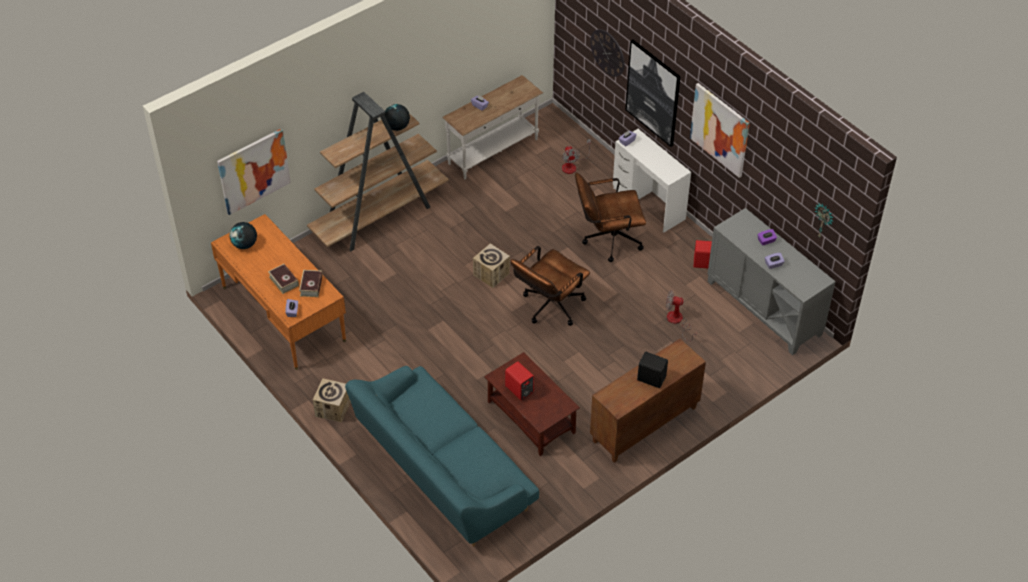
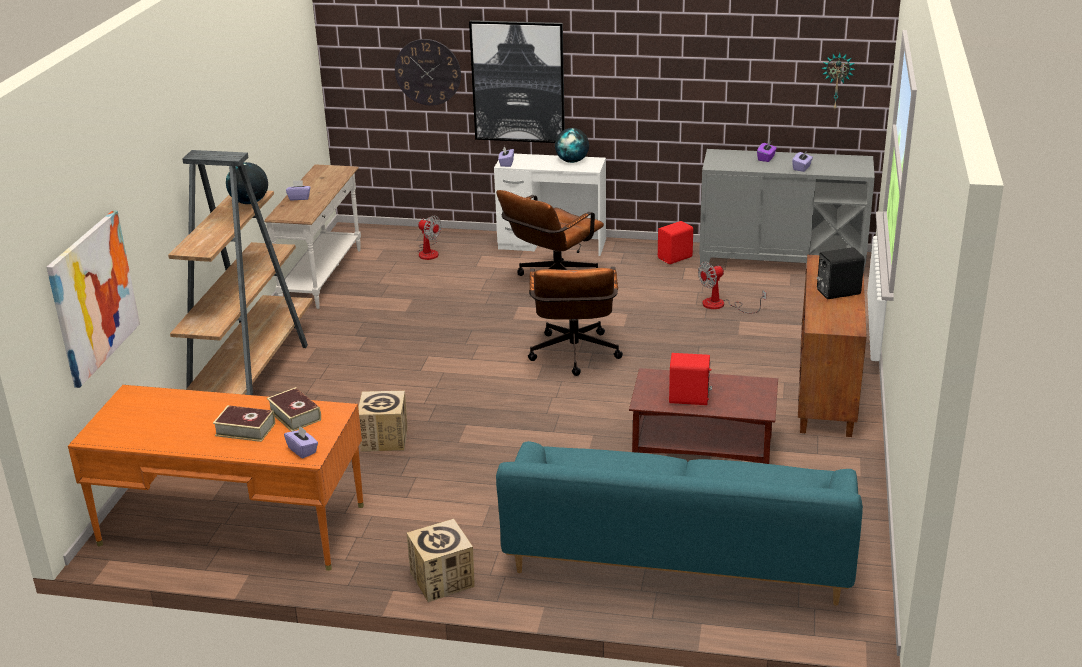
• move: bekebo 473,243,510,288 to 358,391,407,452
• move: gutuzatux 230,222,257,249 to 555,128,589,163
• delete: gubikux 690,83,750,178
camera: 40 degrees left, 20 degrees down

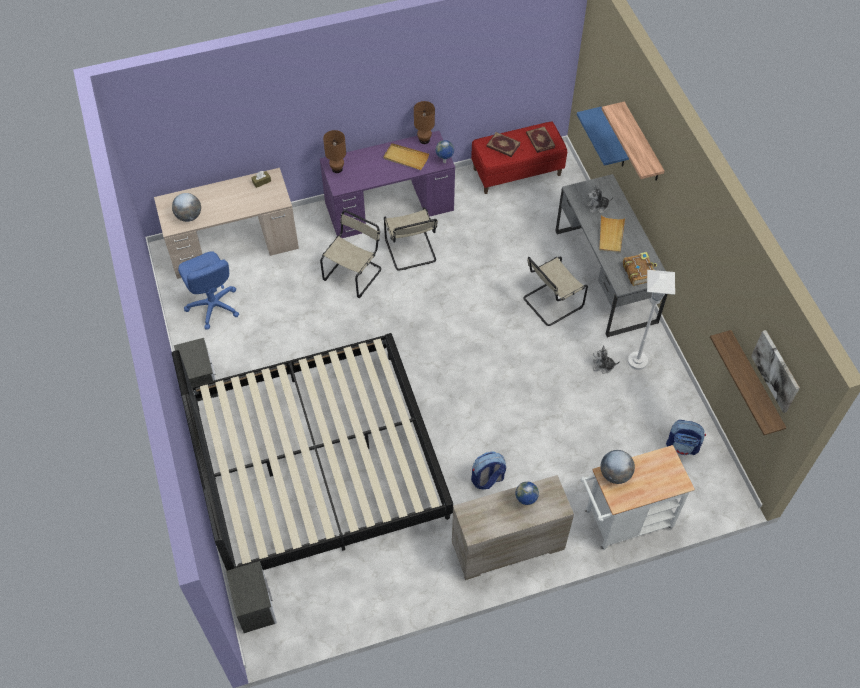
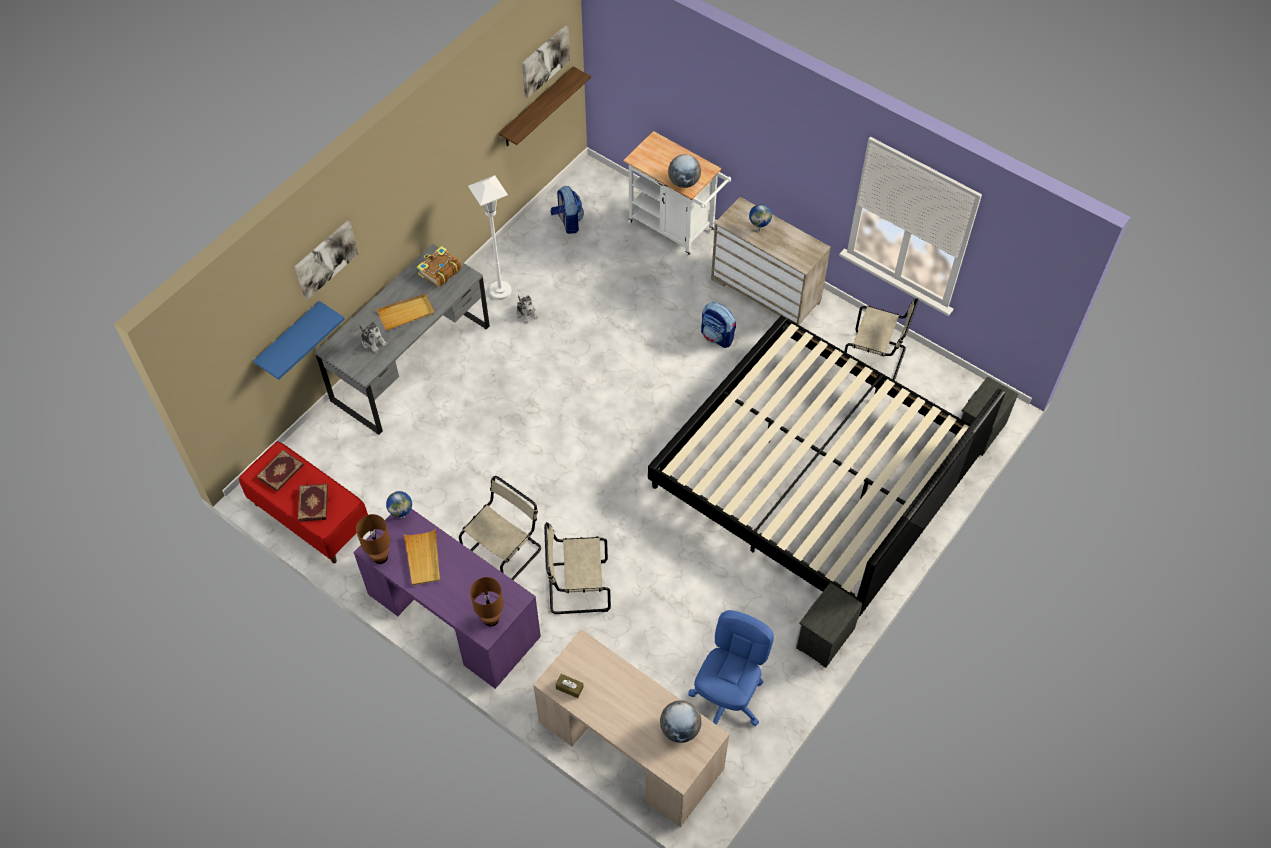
• replace: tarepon 602,102,665,181 to gubikux 294,220,358,300
• move: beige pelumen 523,257,588,326 to 844,298,918,381
camera: 125 degrees left, 0 degrees up

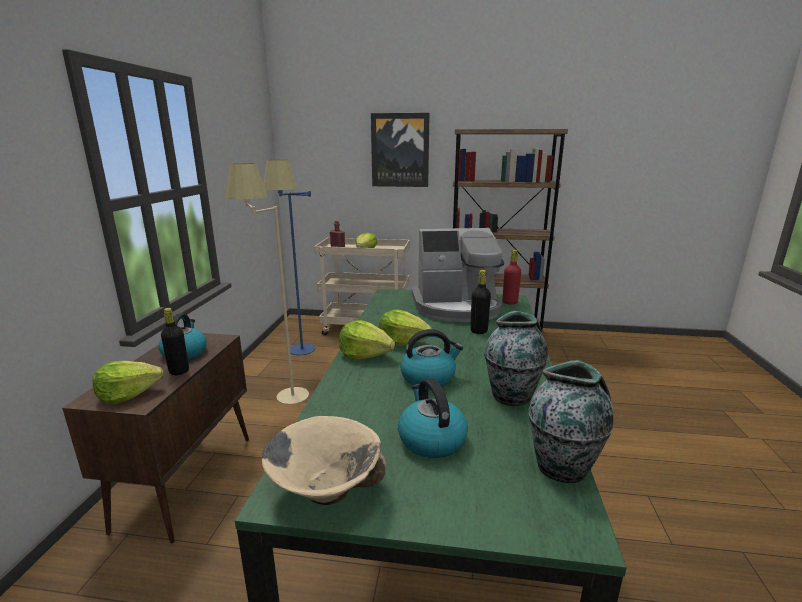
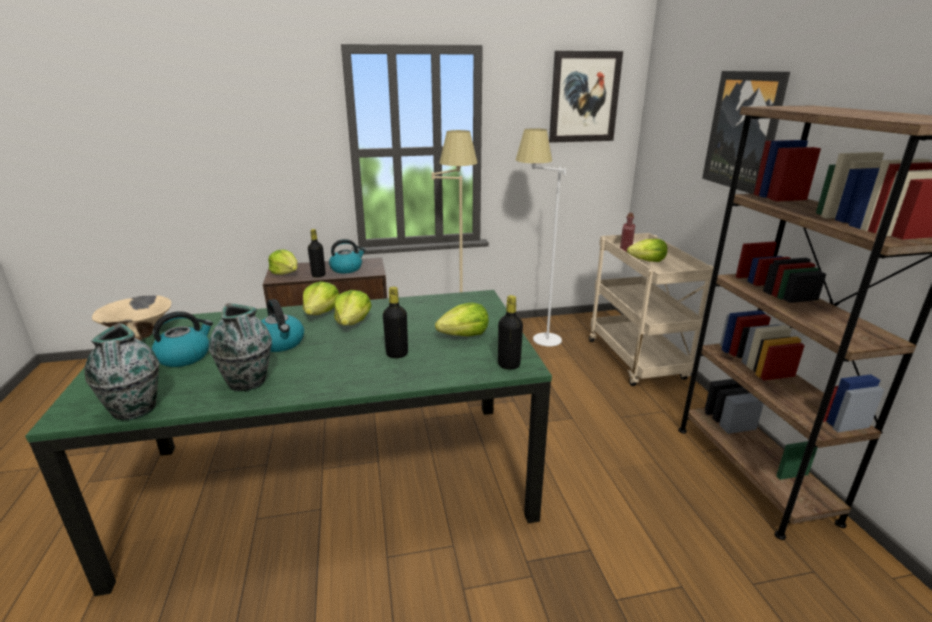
• replace: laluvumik 412,228,504,322 to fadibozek 435,302,489,336
• recolor: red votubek 503,250,521,305 to black votubek 498,295,523,370
• recolor: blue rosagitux 263,160,315,355 to white rosagitux 515,128,566,346
• insert: gubikux 549,51,623,143
camera: 70 degrees right, 5 degrees up

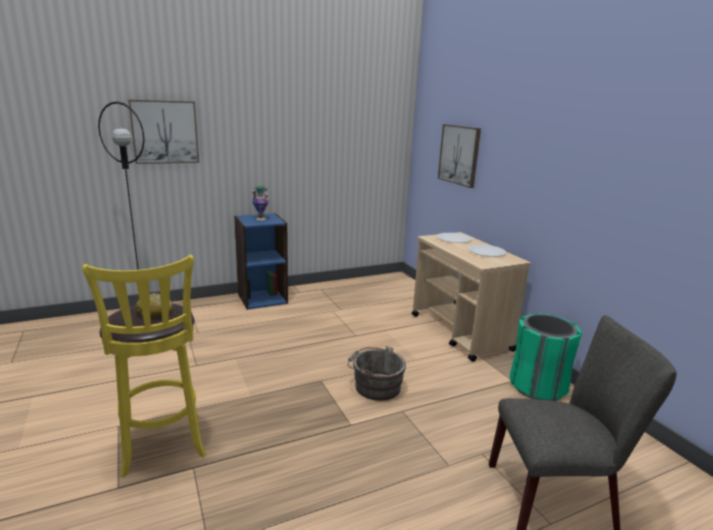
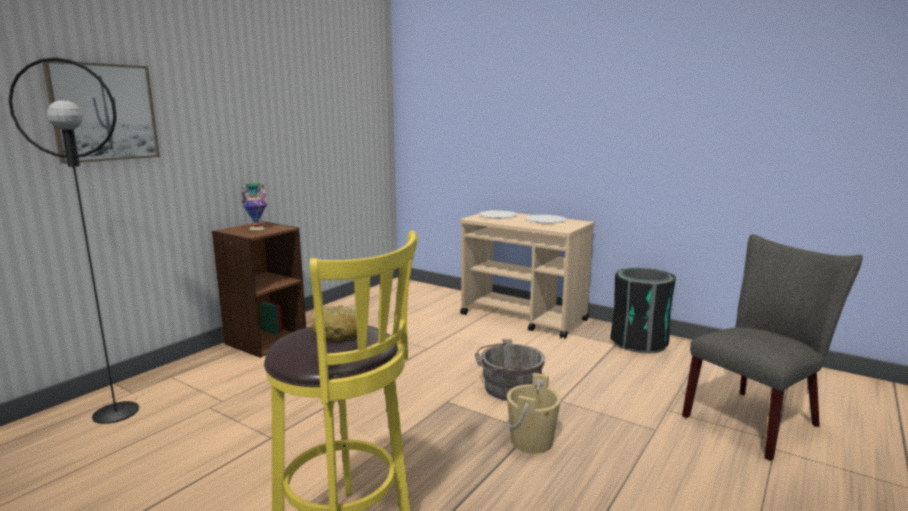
• recolor: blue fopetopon 234,213,288,310 to brown fopetopon 212,221,306,358
• insert: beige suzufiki 507,373,561,454
• recolor: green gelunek 510,314,582,401 to black gelunek 610,268,676,353
• delete: gubikux 438,124,481,188
camera: 30 degrees left, 5 degrees down

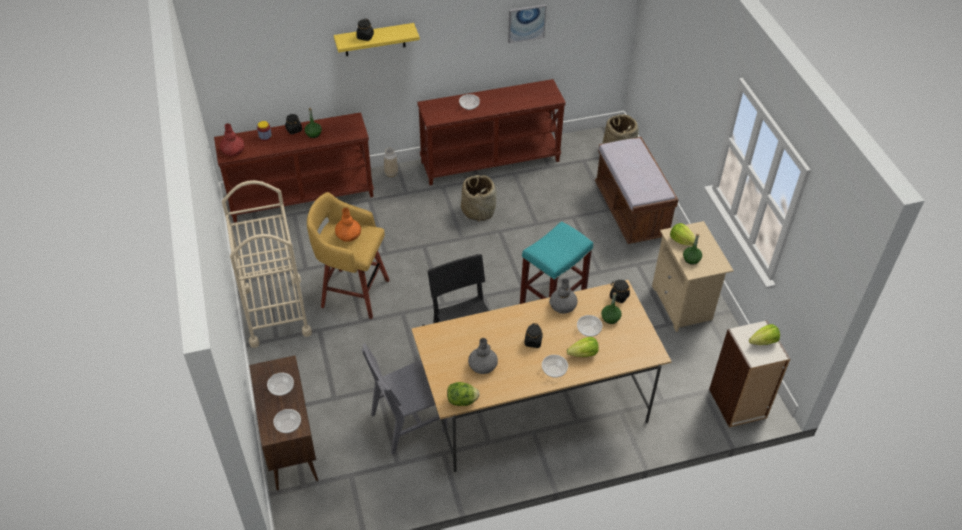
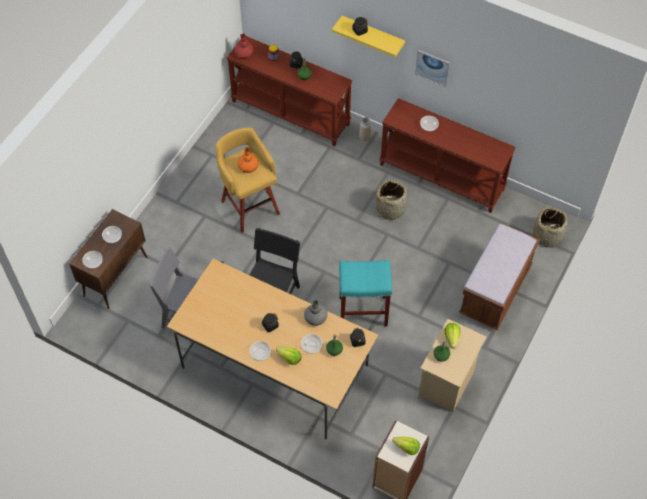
• move: gubikux 508,4,546,43 to 415,50,450,87
• delete: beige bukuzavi 222,180,312,348
• delete: fadibozek 447,382,480,406
• delete: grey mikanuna 468,338,498,374
camera: 45 degrees right, 10 degrees up

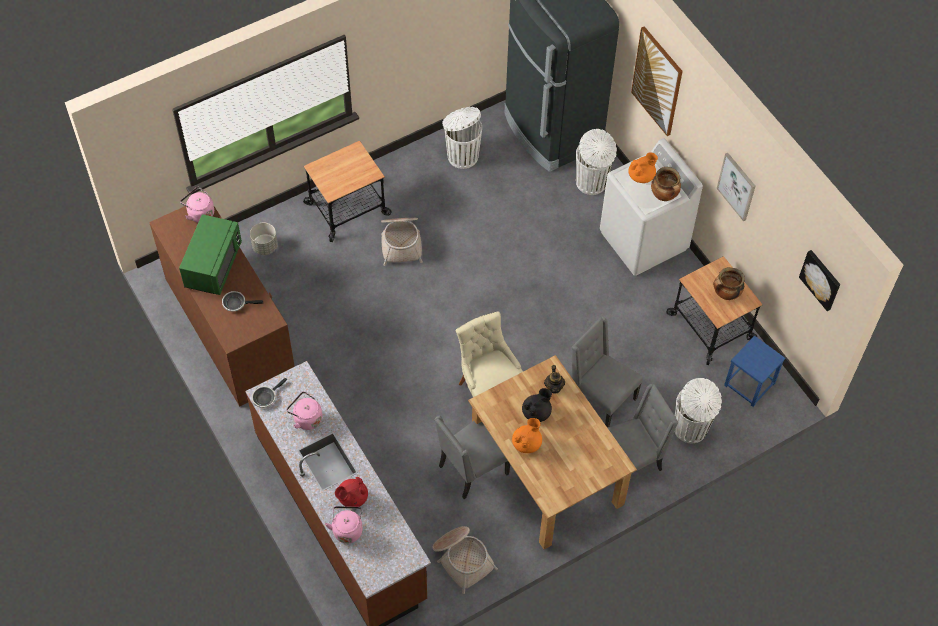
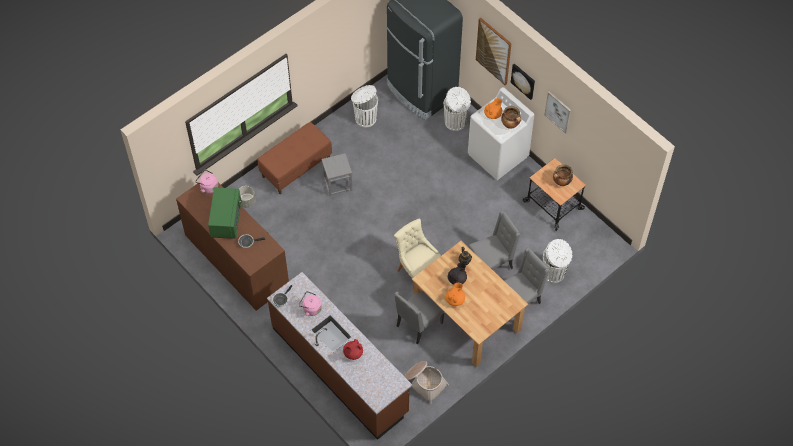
• replace: bukuzavi 303,141,392,242 to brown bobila 258,122,332,194
• replace: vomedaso 381,218,423,266 to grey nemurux 322,153,353,196
• rotate: grey pelumen 572,317,643,428 = 468,211,520,270 120 degrees clockwise
• move: gubikux 799,250,840,311 to 511,63,535,100
• delete: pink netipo 325,506,363,544
• delete: blue nemurux 724,336,785,407
camera: 10 degrees left, 0 degrees up

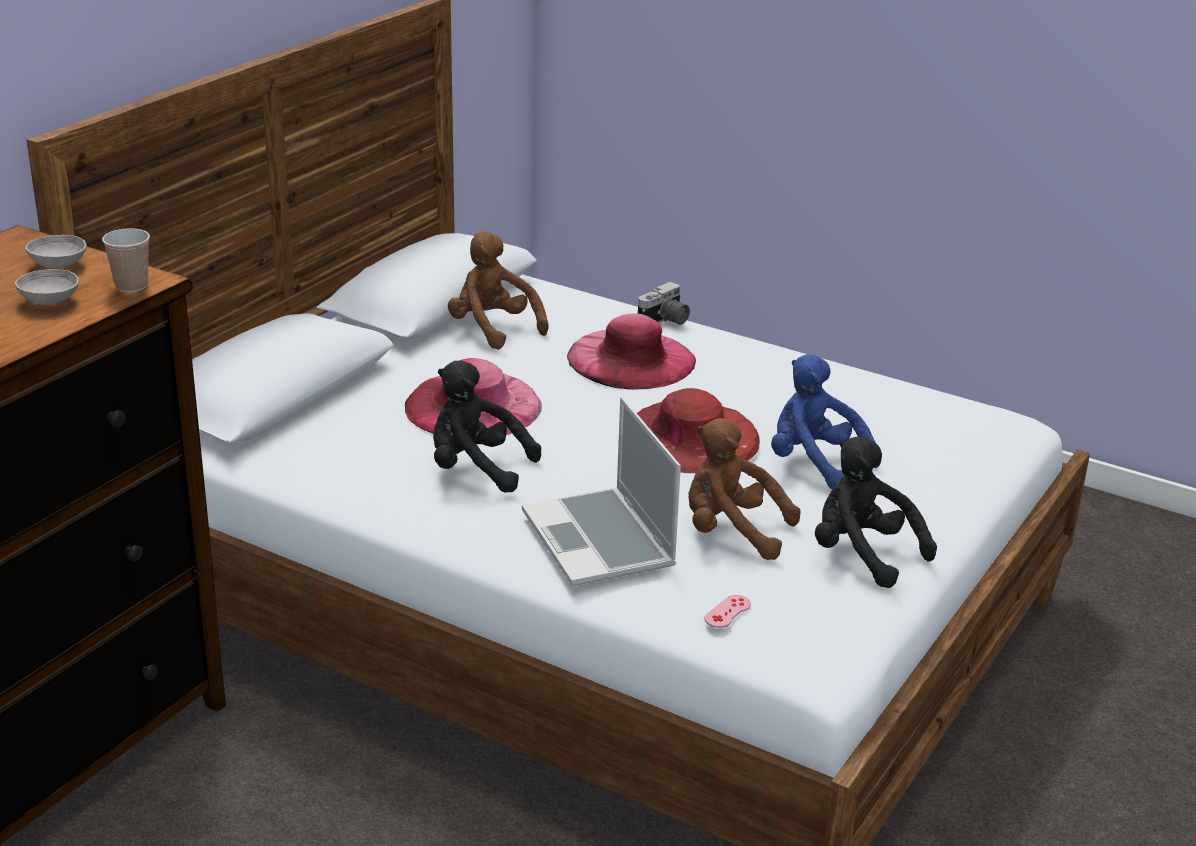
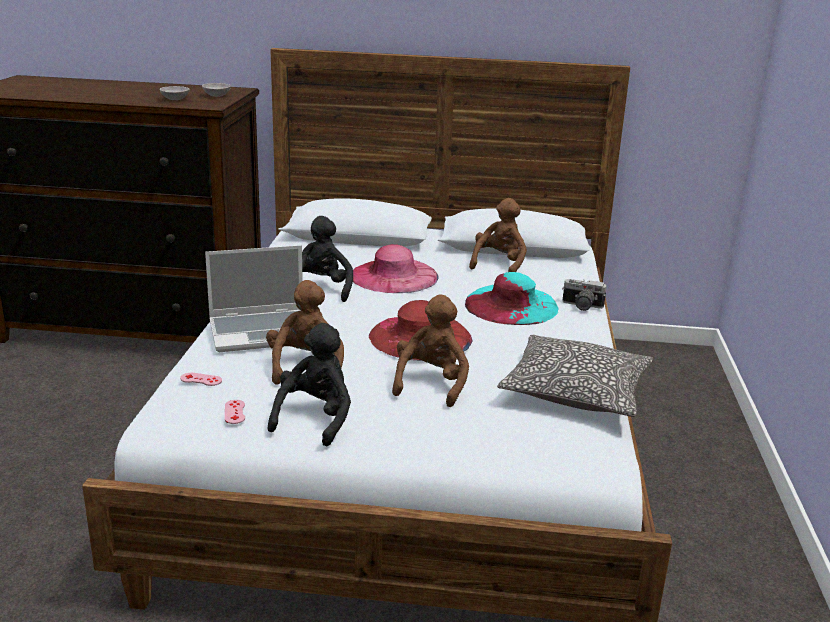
• rotate: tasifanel 522,397,681,586 = 205,245,303,352 150 degrees counterclockwise
• insert: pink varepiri 225,400,245,424
• recolor: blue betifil 771,354,881,489 to brown betifil 392,294,469,407
• recolor: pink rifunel 567,313,696,390 to turquoise rifunel 465,272,559,325
• insert: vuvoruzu 497,334,653,417
• delete: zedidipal 102,228,150,292
camera: 65 degrees right, 5 degrees down

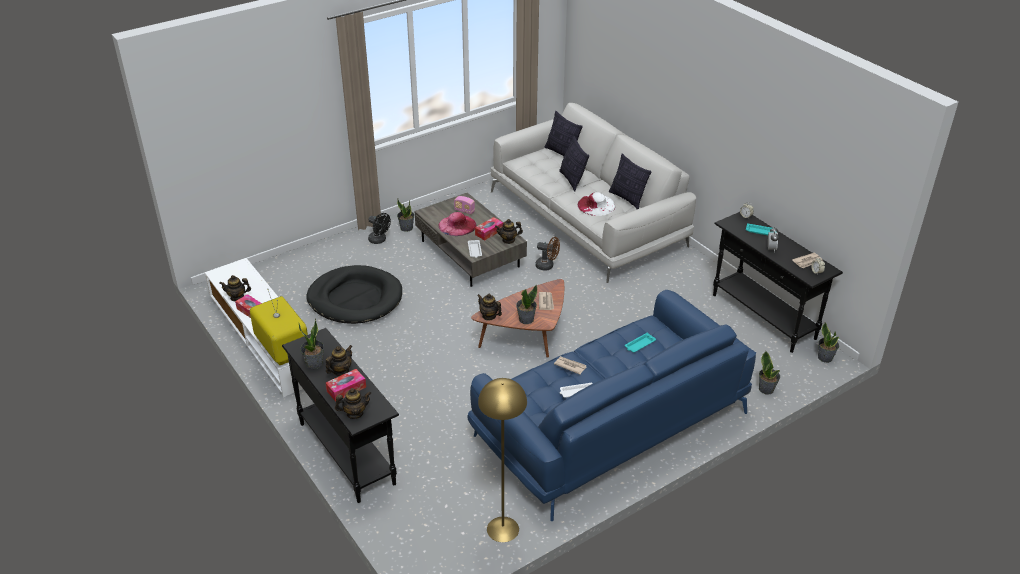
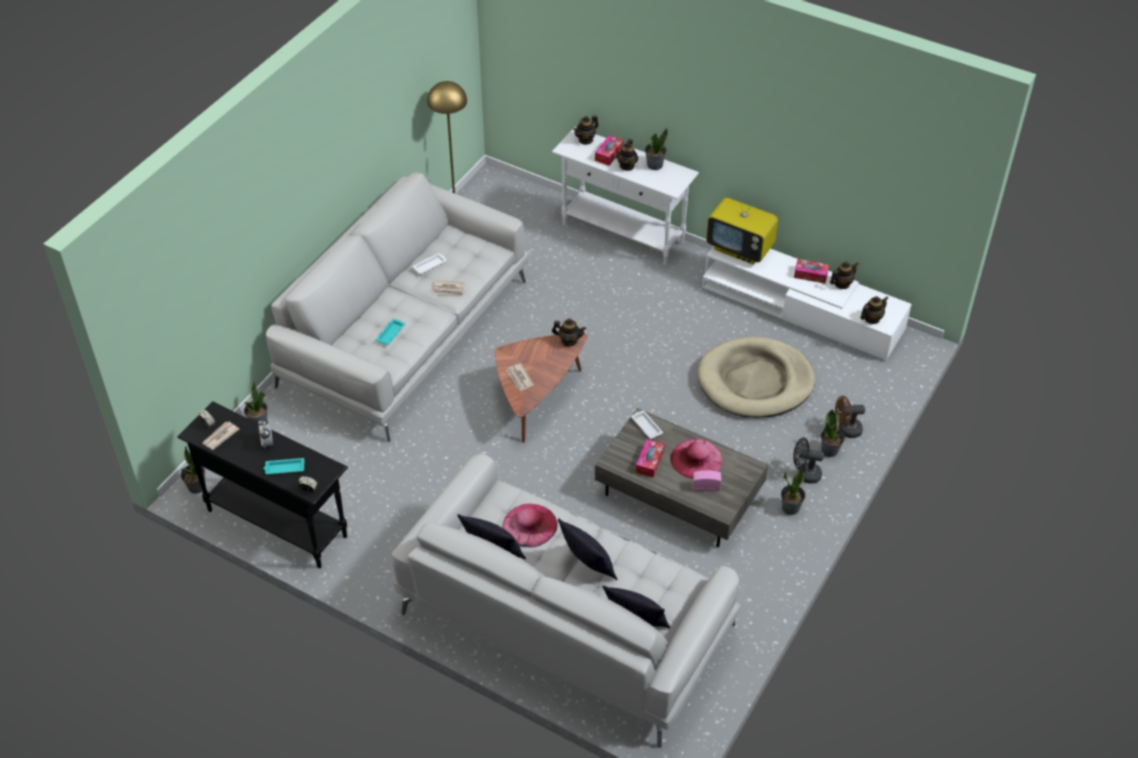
• recolor: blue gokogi 468,290,756,521 to white gokogi 266,172,529,442
• recolor: white rifunel 578,192,615,216 to pink rifunel 503,504,558,547
• recolor: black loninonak 282,328,399,503 to white loninonak 552,127,699,265
• recolor: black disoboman 306,265,402,324 to beige disoboman 698,337,815,418
• move: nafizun 516,284,537,324 to 821,409,845,457
• move: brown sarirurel 535,237,560,271 to 835,396,865,438
• move: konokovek 495,219,523,244 to 860,296,888,324
camera: 155 degrees right, 10 degrees up

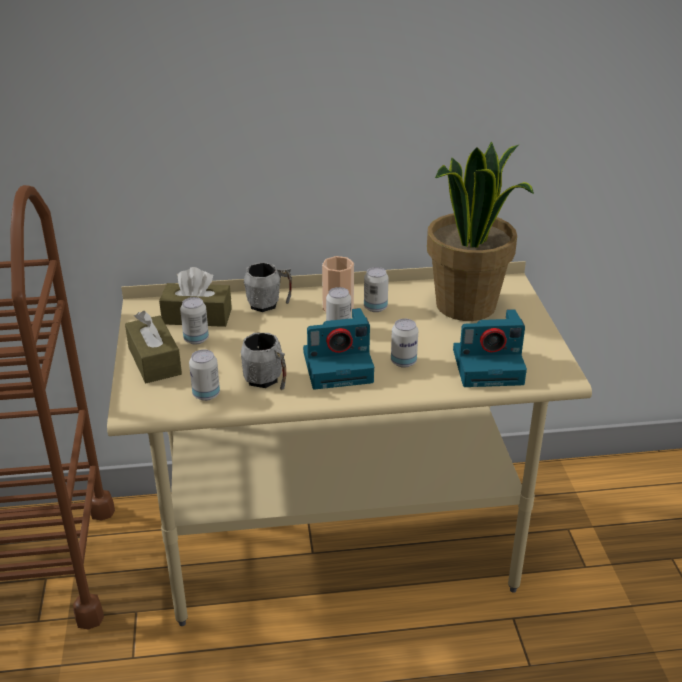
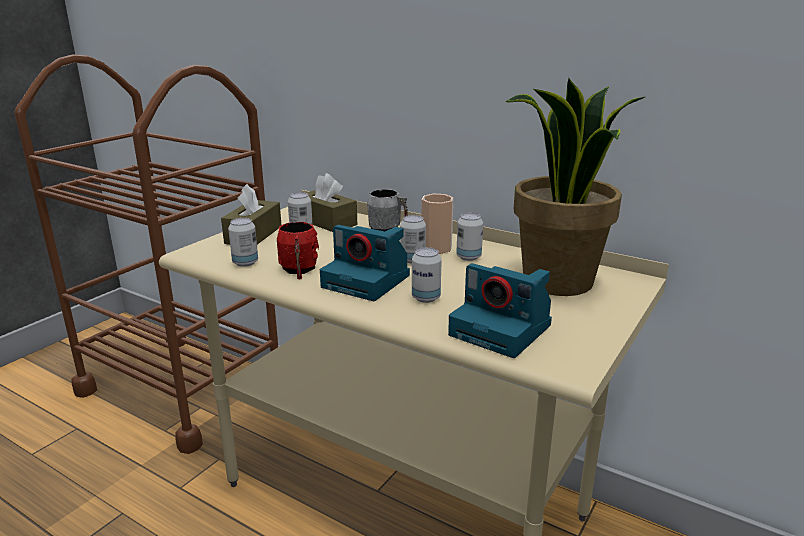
• recolor: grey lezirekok 241,332,286,390 to red lezirekok 277,222,319,280
camera: 40 degrees right, 10 degrees down

